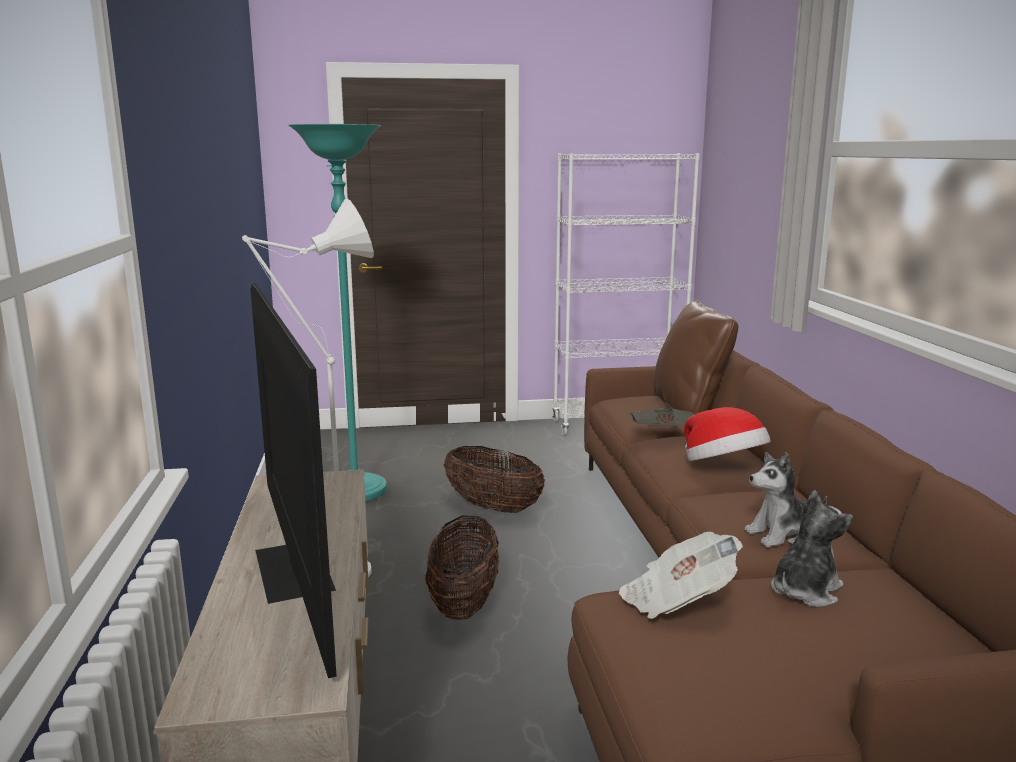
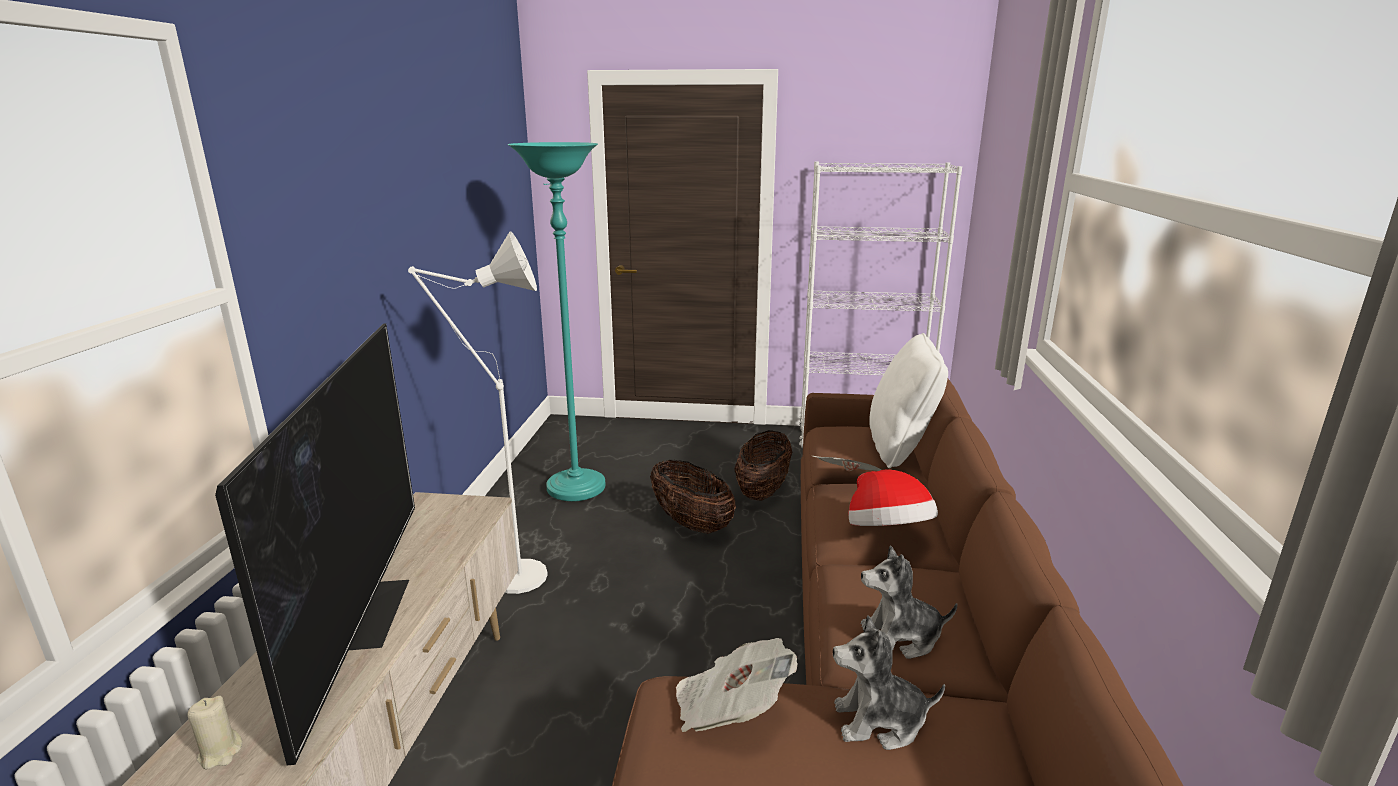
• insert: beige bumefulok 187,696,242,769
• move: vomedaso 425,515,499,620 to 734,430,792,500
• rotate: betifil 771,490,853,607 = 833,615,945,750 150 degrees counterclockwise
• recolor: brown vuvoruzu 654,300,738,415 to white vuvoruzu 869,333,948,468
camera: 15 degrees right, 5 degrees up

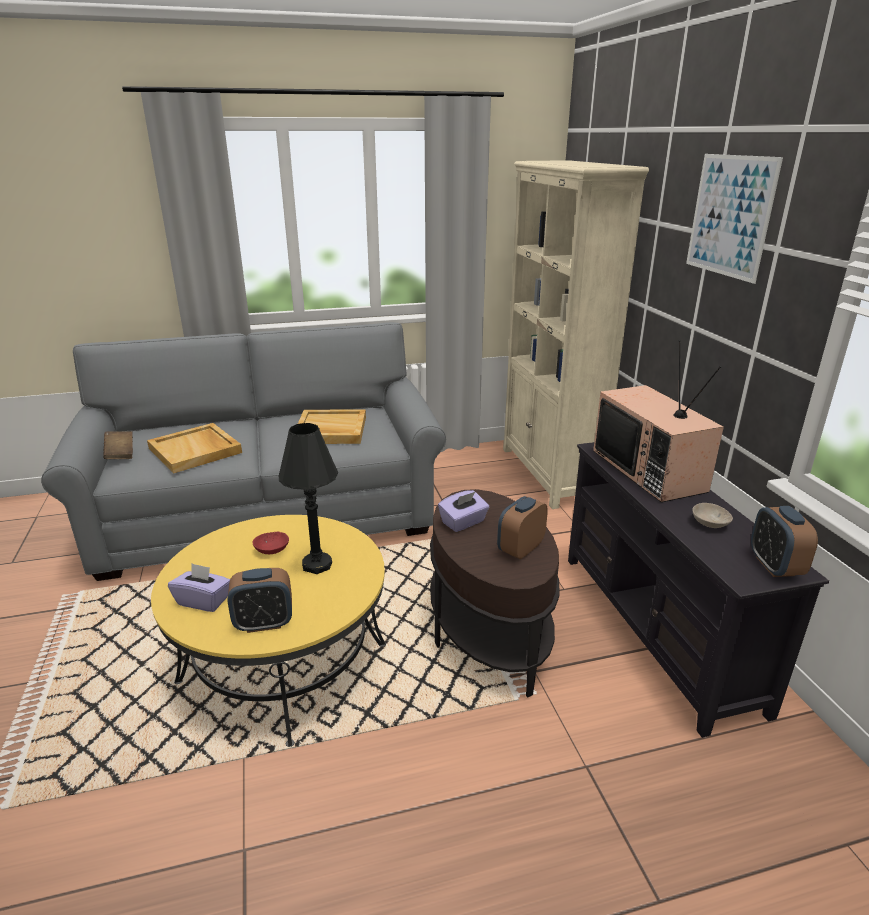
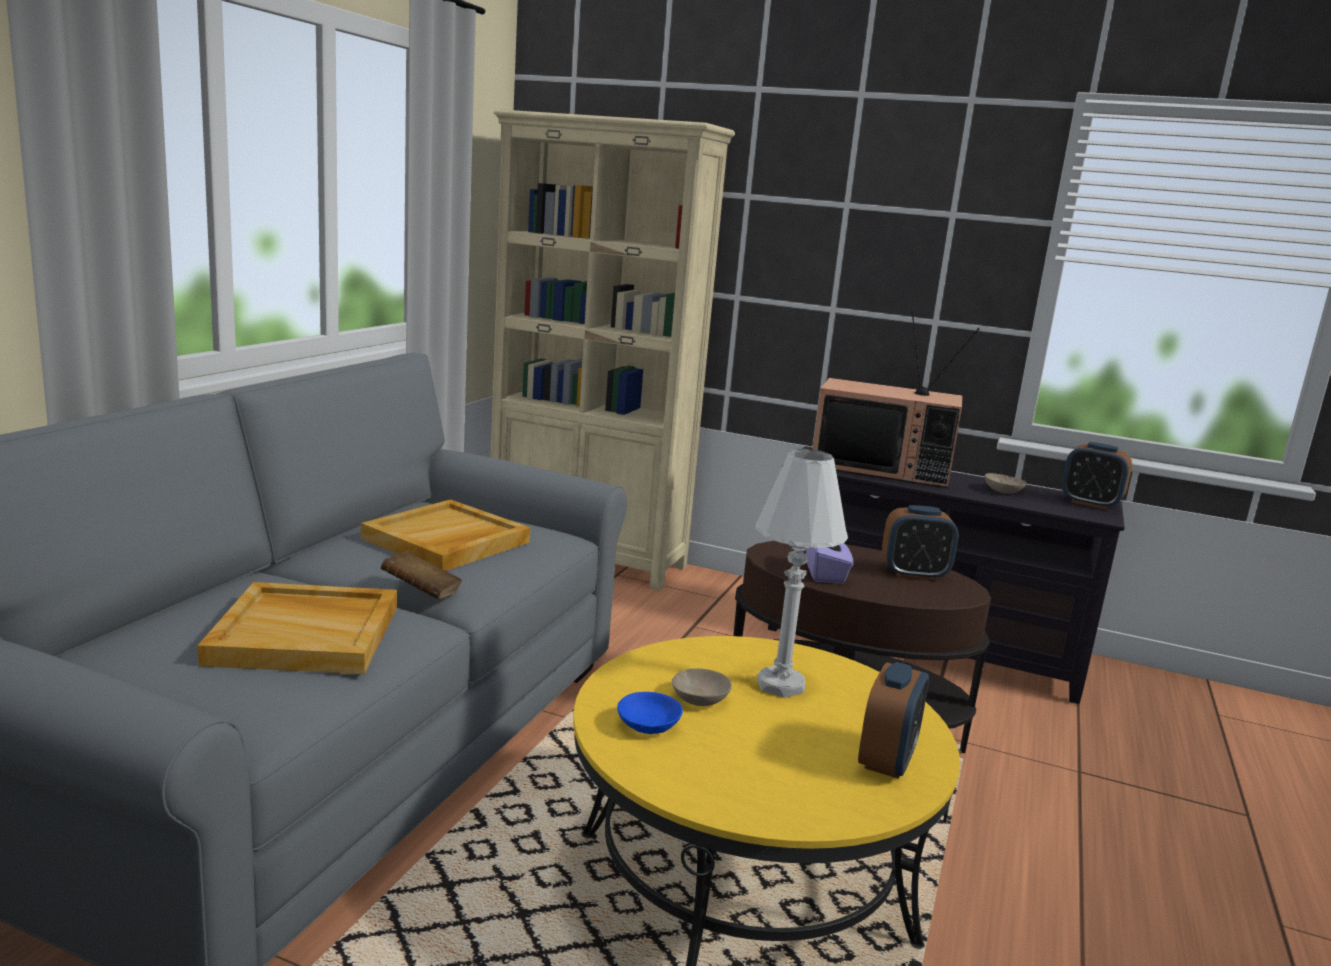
• move: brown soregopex 103,431,133,459 to 381,551,463,599
• insert: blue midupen 617,692,683,734
• recolor: red midupen 253,532,289,554 to beige midupen 672,668,732,706
• recolor: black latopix 279,423,338,574 to white latopix 755,449,848,698
• rotate: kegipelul 497,496,548,559 = 882,505,959,581 75 degrees counterclockwise
• delete: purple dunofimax 168,563,230,612
• delete: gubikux 686,154,783,284
camera: 55 degrees left, 10 degrees down

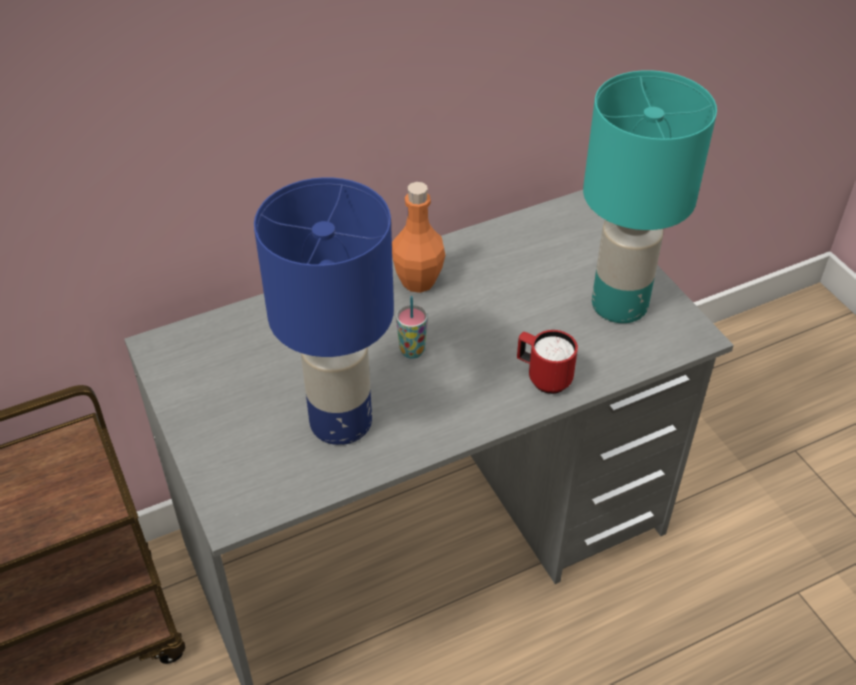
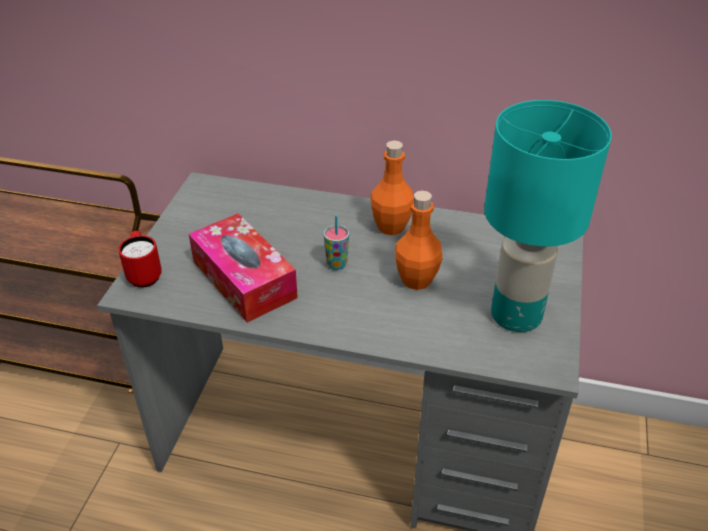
• move: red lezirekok 517,330,578,394 to 118,231,162,287
• replace: blue latopix 254,177,394,445 to dunofimax 189,213,298,323
• insert: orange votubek 395,191,443,290
camera: 40 degrees right, 5 degrees down

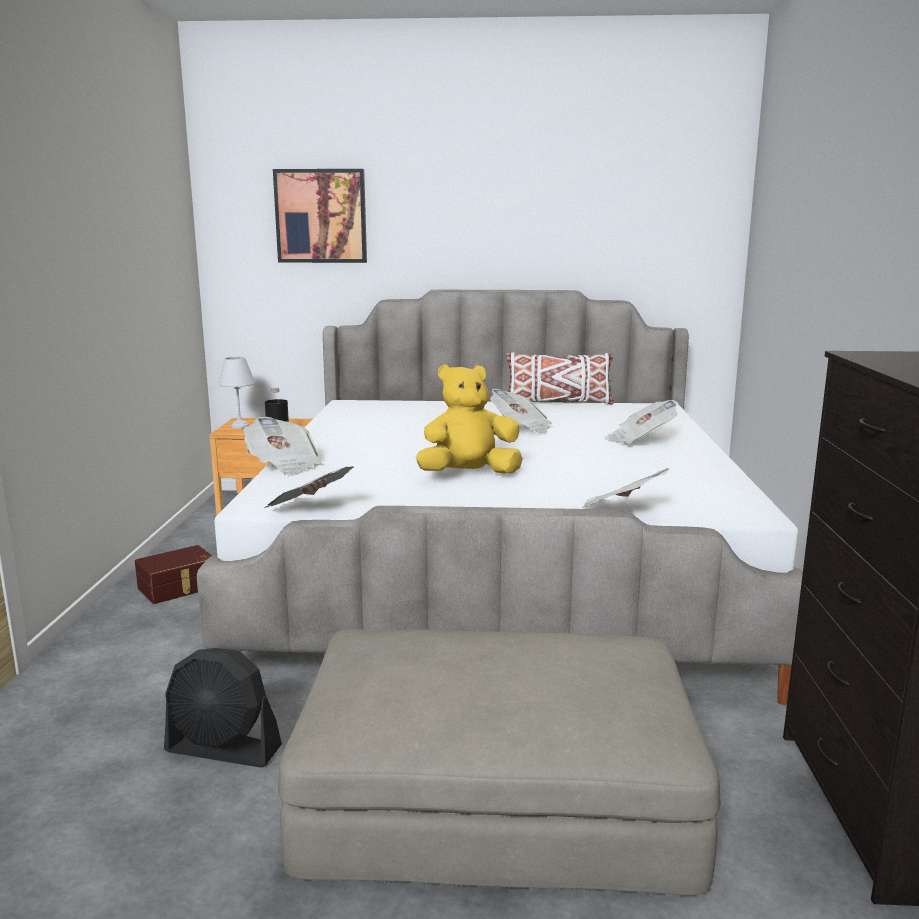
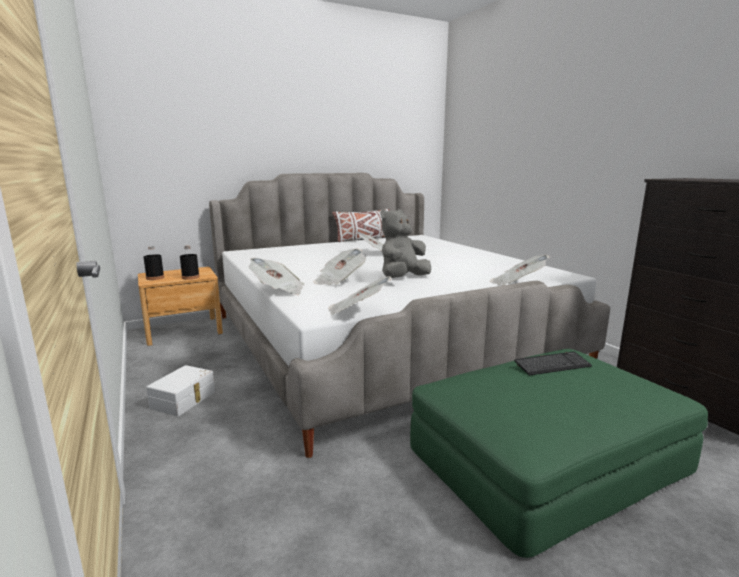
• replace: white latopix 218,357,255,429 to black votubek 143,246,164,280
• recolor: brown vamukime 135,545,212,604 to white vamukime 146,365,215,416
• move: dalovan 605,400,679,444 to 314,249,366,285
• recolor: yellow betifil 416,364,523,474 to grey betifil 381,209,431,278
• recolor: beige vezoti 278,629,721,895 to green vezoti 410,349,708,558
• insert: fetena 514,352,592,376
• delete: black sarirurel 164,648,282,768
• delete: gubikux 273,169,367,263
camera: 30 degrees left, 0 degrees up

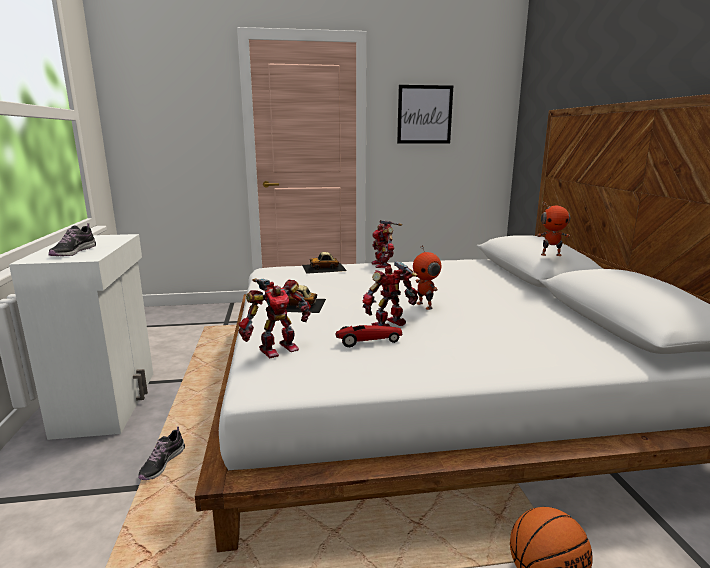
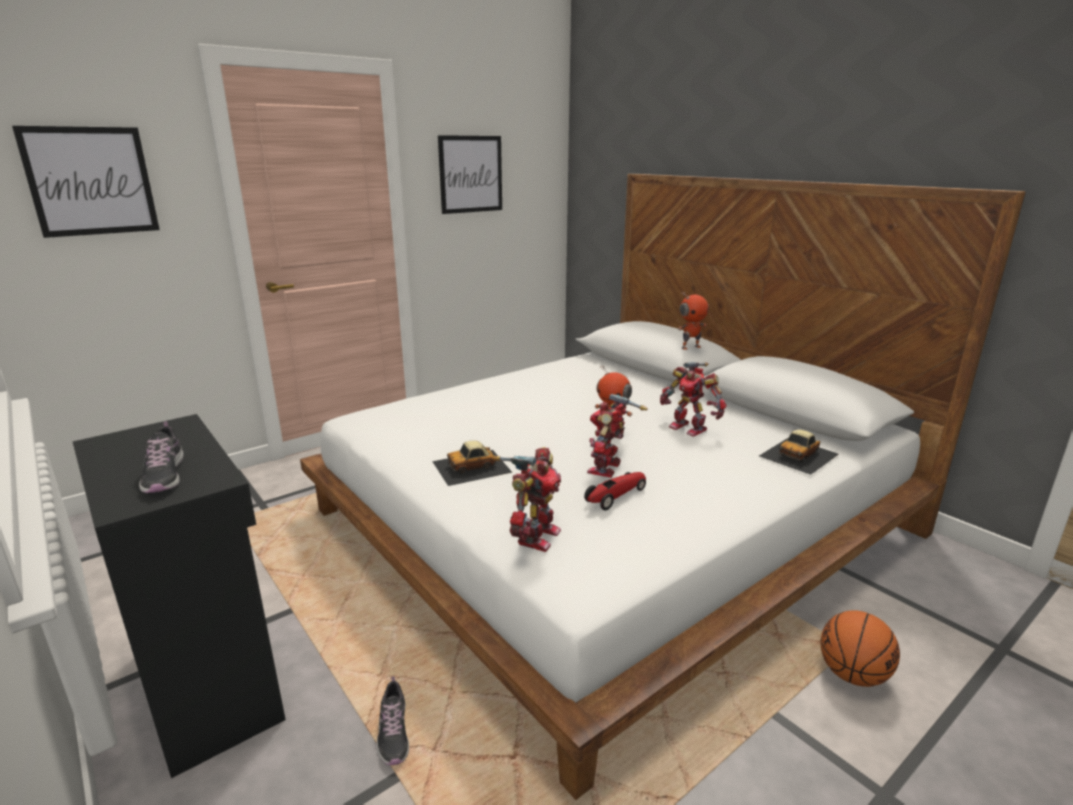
• insert: gubikux 12,126,160,238
• recolor: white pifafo 9,234,153,440 to black pifafo 73,414,286,778
• move: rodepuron 372,220,402,268 to 660,362,727,436
• move: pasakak 302,252,347,274 to 759,429,839,475
camera: 30 degrees left, 5 degrees up

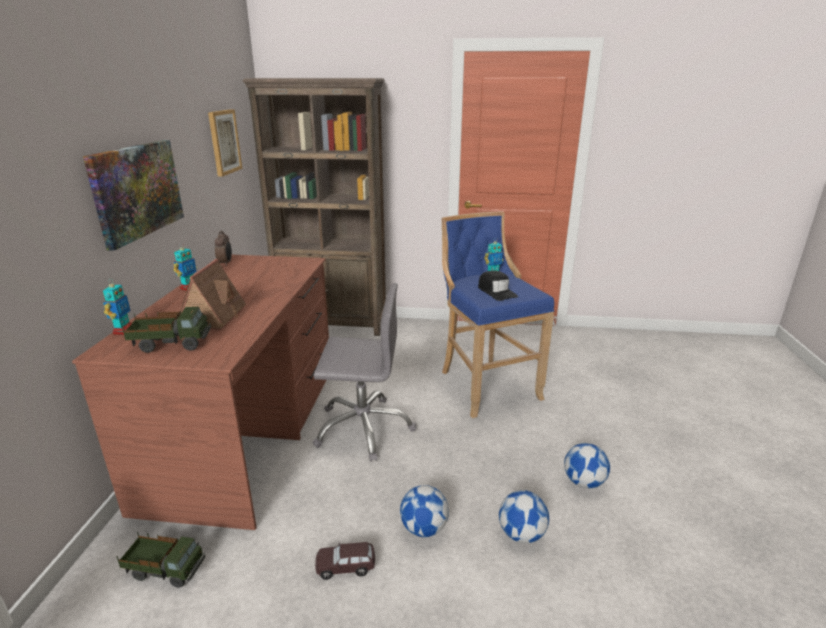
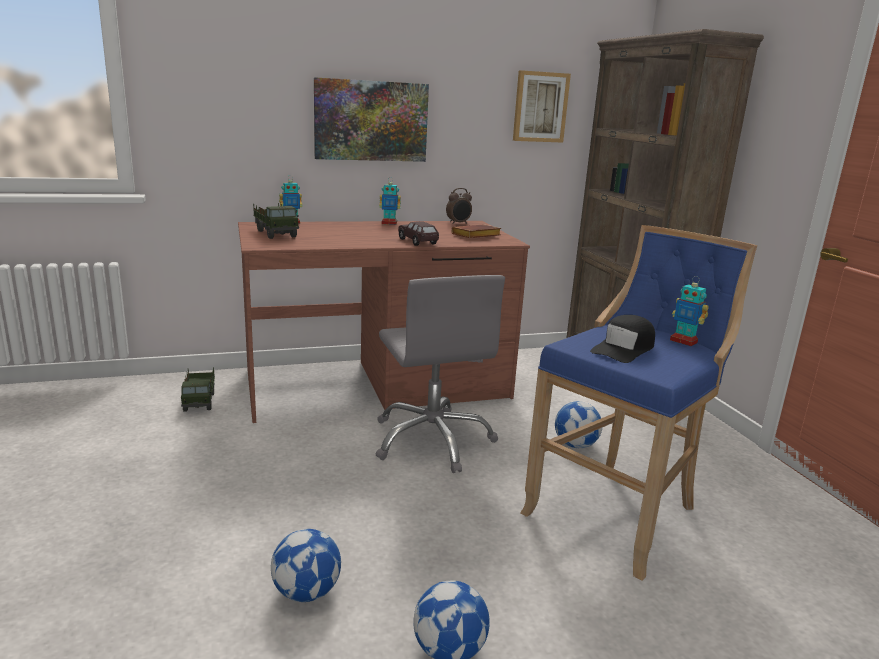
• move: brown pasakak 315,542,375,580 to 398,221,439,246
• insert: brown soregopex 451,224,501,238
• move: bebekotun 400,485,449,537 to 555,401,602,448
• delete: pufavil 180,259,247,329
camera: 65 degrees right, 5 degrees down

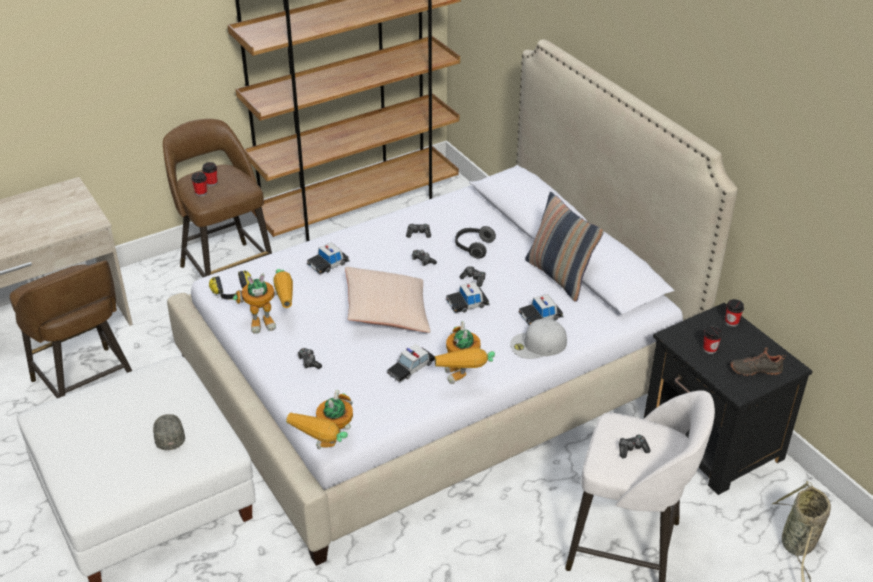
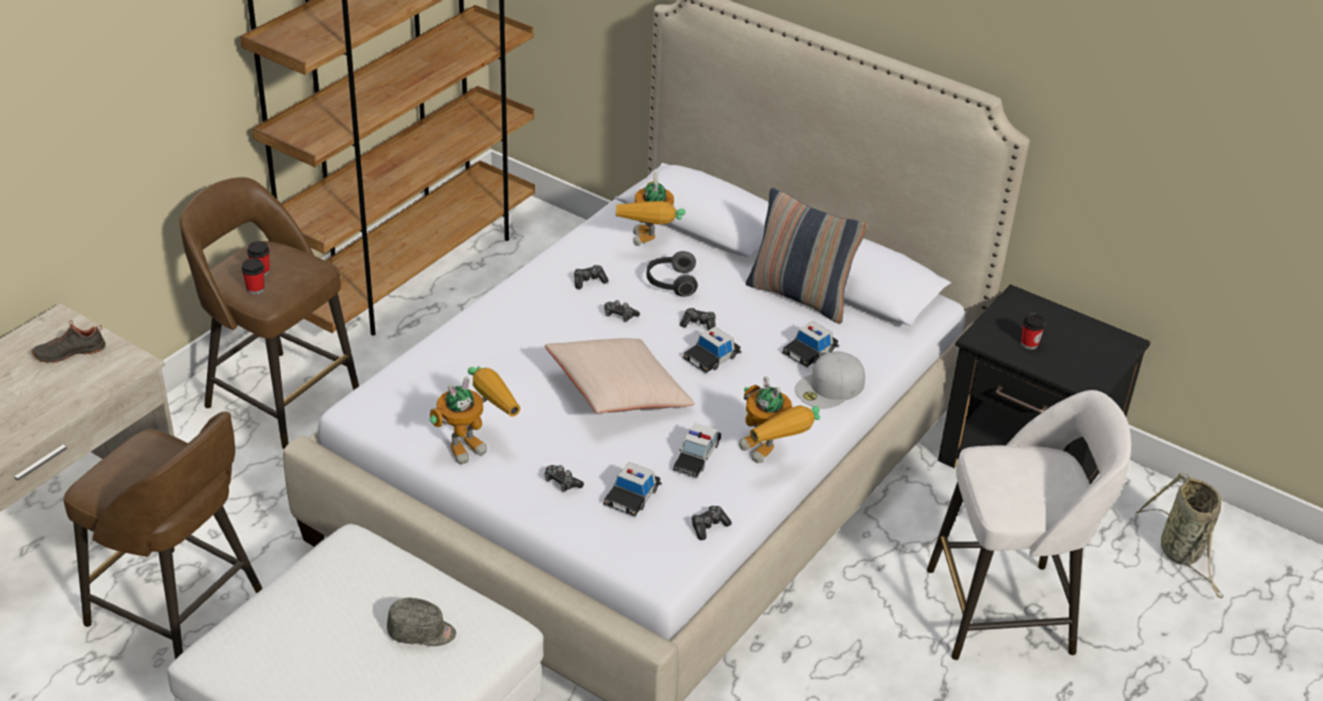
• move: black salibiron 730,347,786,376 to 32,320,105,363
• rotate: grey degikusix 153,414,185,450 = 387,598,456,646 135 degrees clockwise
• move: pasakak 307,242,350,275 to 603,462,662,517
• move: rodepuron 286,389,353,449 to 616,172,685,246
• move: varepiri 619,435,651,458 to 692,506,732,540
• delete: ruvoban 209,270,251,300
• delete: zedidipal 725,299,744,327
camera: 25 degrees left, 0 degrees up

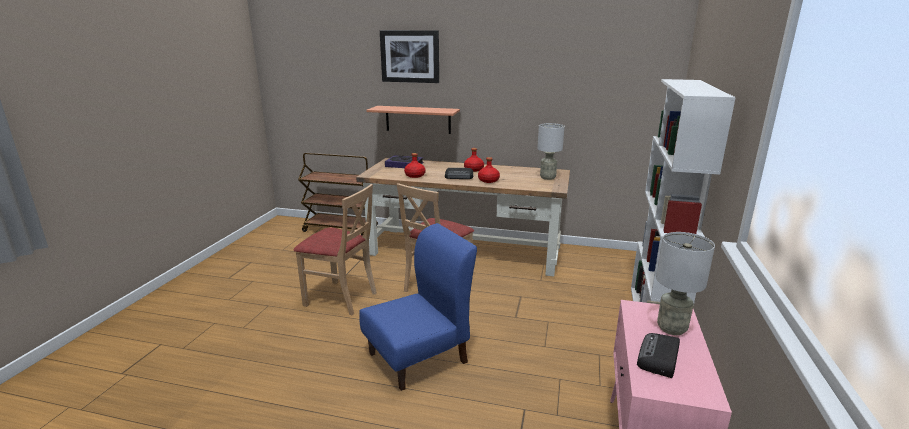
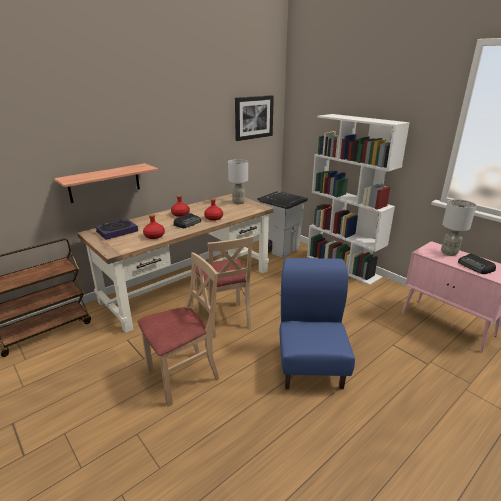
• move: gubikux 380,30,439,83 to 235,95,274,141
• insert: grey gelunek 257,191,308,258
camera: 55 degrees left, 5 degrees up

